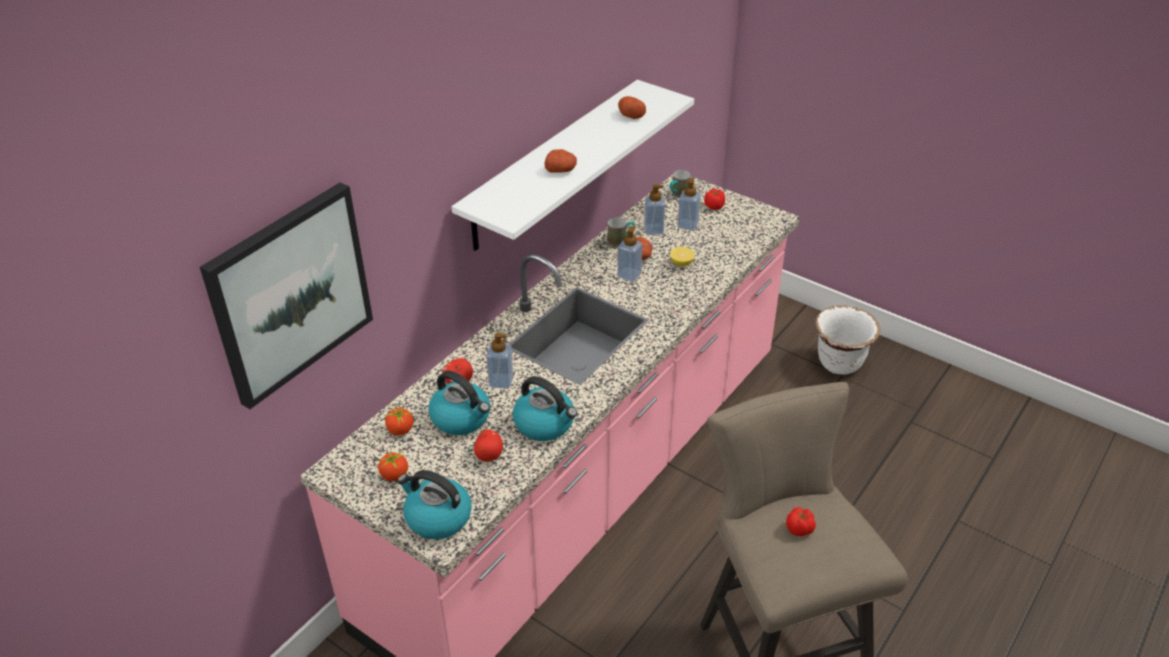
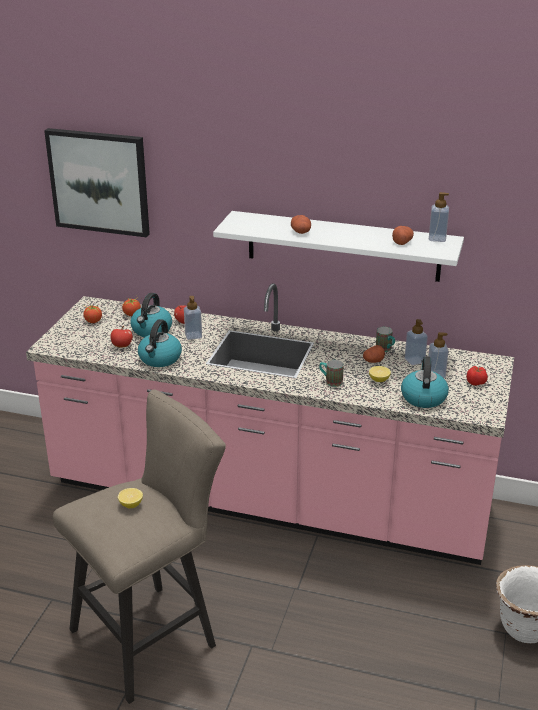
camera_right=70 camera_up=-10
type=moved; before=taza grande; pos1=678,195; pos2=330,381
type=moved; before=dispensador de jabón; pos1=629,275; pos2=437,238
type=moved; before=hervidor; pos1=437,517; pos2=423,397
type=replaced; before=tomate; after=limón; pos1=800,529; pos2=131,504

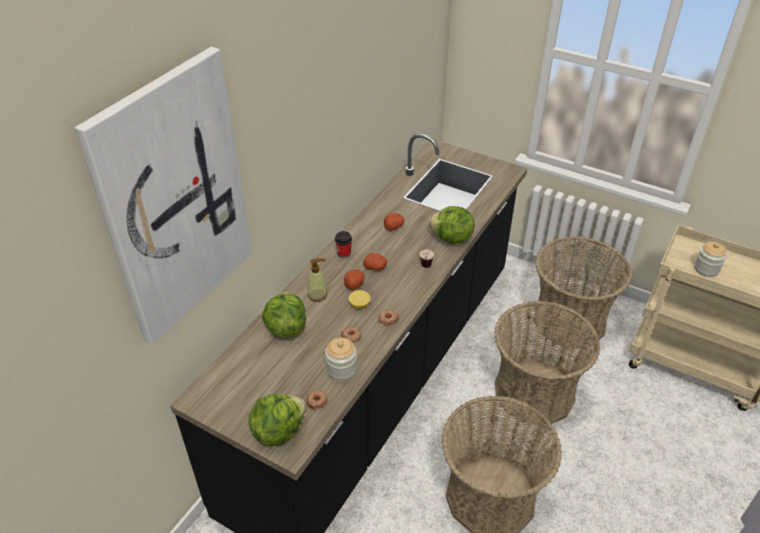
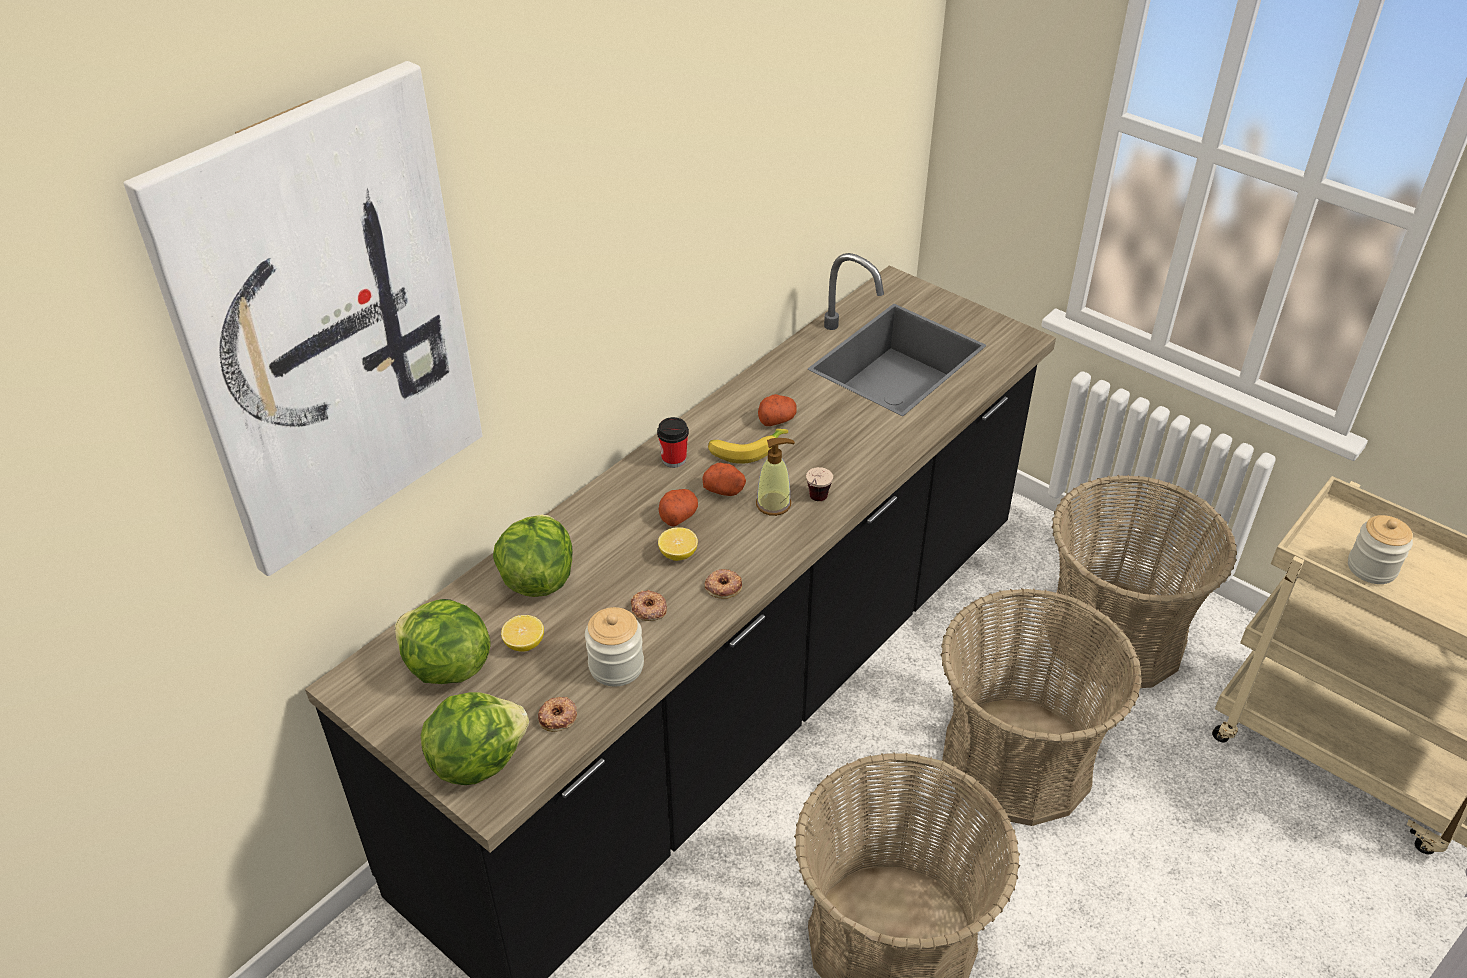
camera_right=10 camera_up=0
type=moved; before=lechuga; pos1=451,239; pos2=446,668
type=moved; before=dispensador de jabón; pos1=317,295; pos2=774,504
type=added; after=plátano; pos2=746,449
type=added; after=limón; pos2=524,644

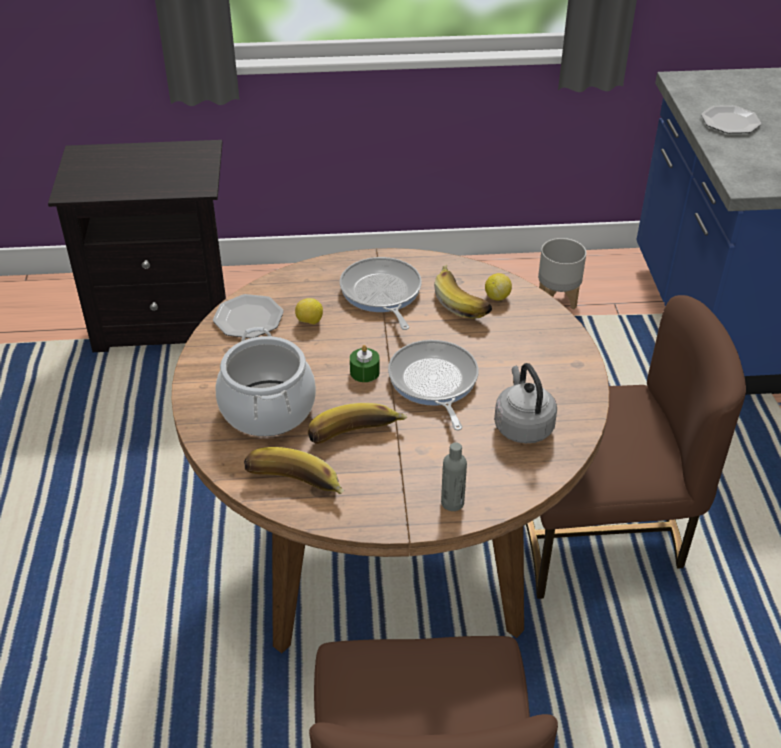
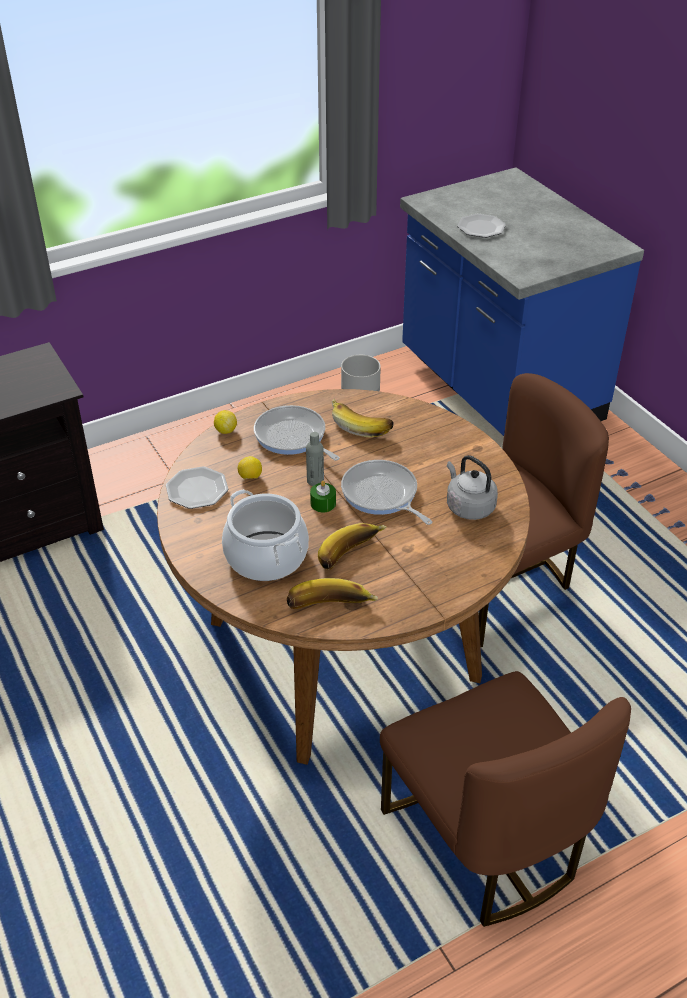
camera_right=-25 camera_up=0
type=moved; before=limón; pos1=497,297; pos2=226,430
type=moved; before=botella/gris; pos1=452,503; pos2=315,481

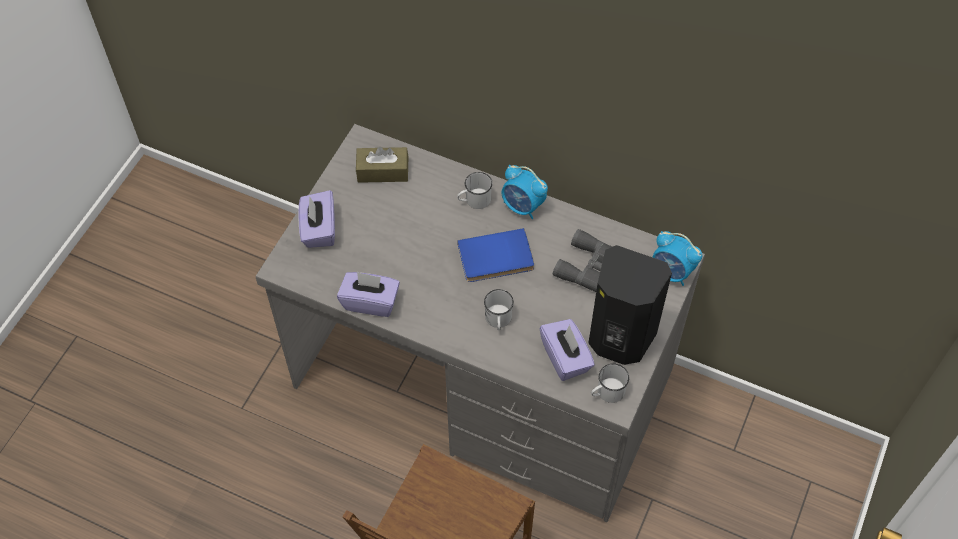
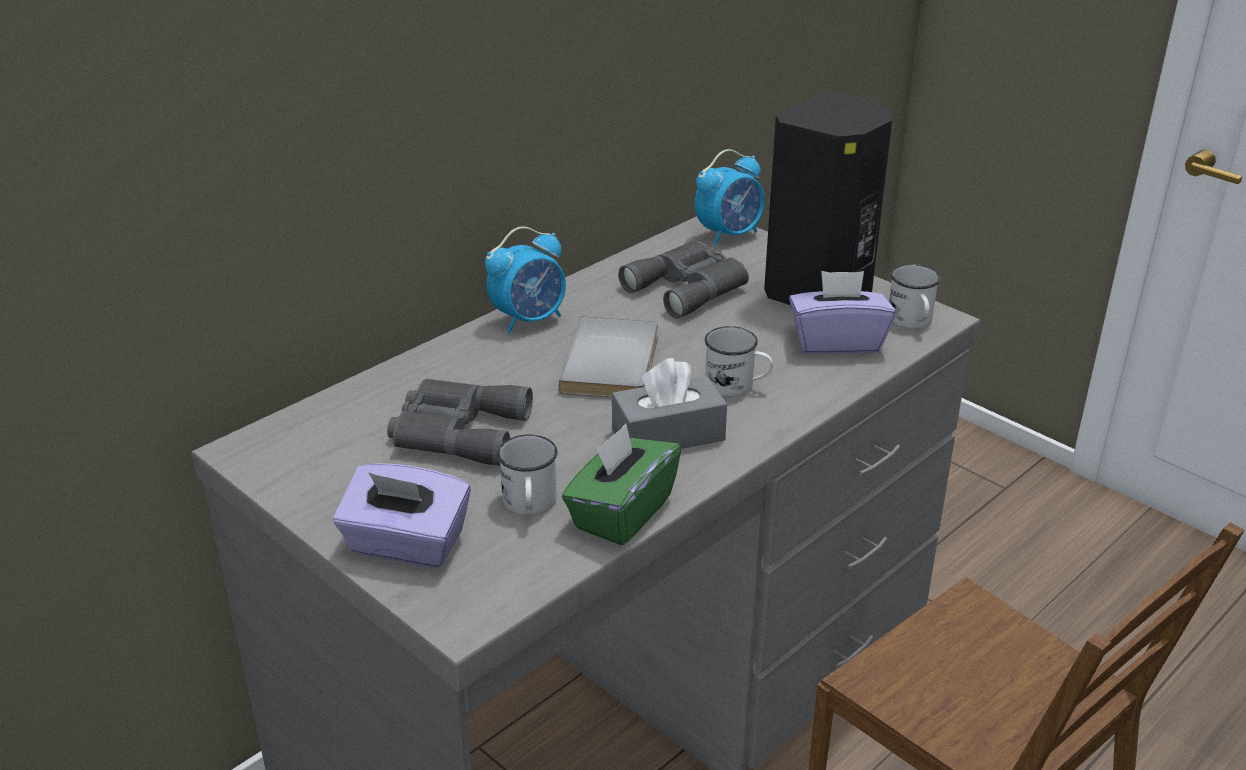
camera_right=-70 camera_up=-25
type=removed; before=caja de pañuelos/marrón; pos1=383,171
type=moved; before=taza grande/blanco; pos1=474,200; pos2=529,505
type=recoloured; before=libro/azul; after=libro/gris; pos1=496,259; pos2=615,363
type=recoloured; before=caja de pañuelos/morado; after=caja de pañuelos/verde; pos1=370,302; pos2=621,513
type=added; after=caja de pañuelos/gris; pos2=668,435
type=added; after=prismáticos/gris; pos2=456,431

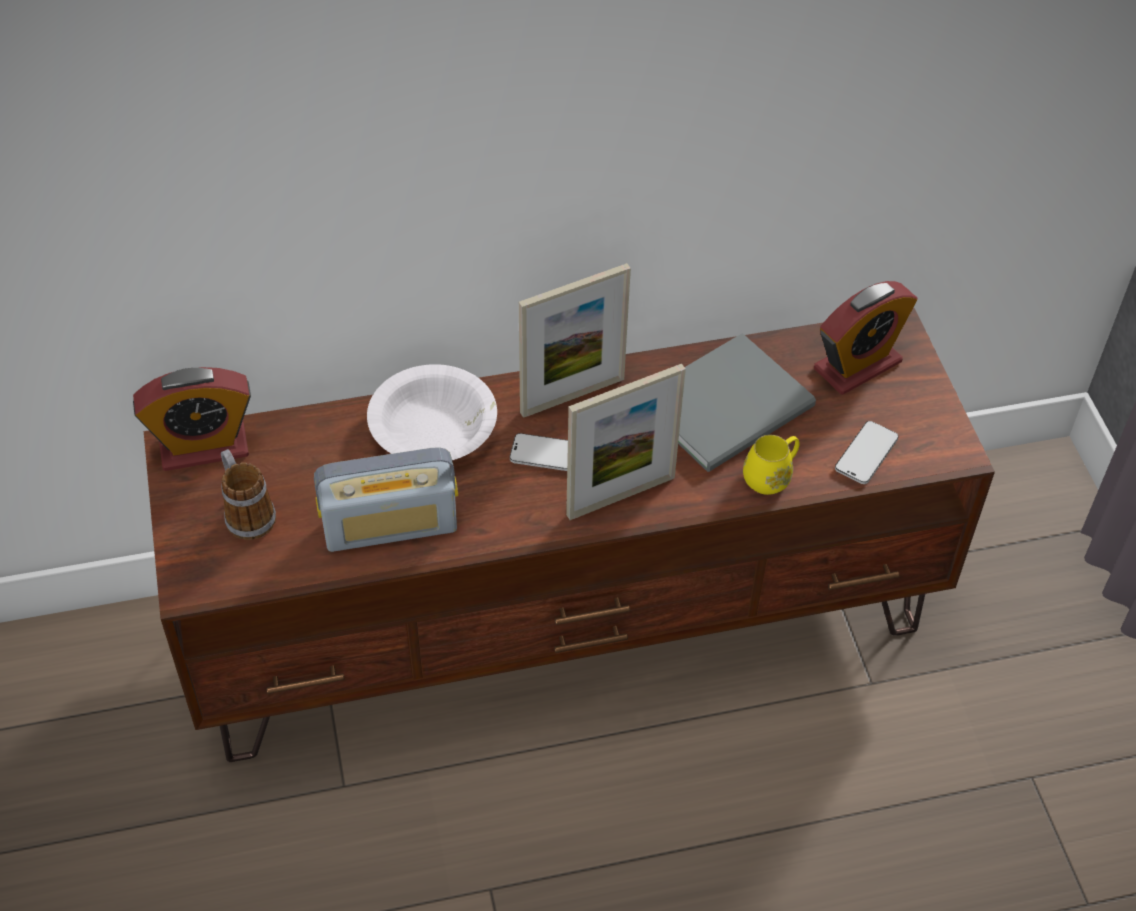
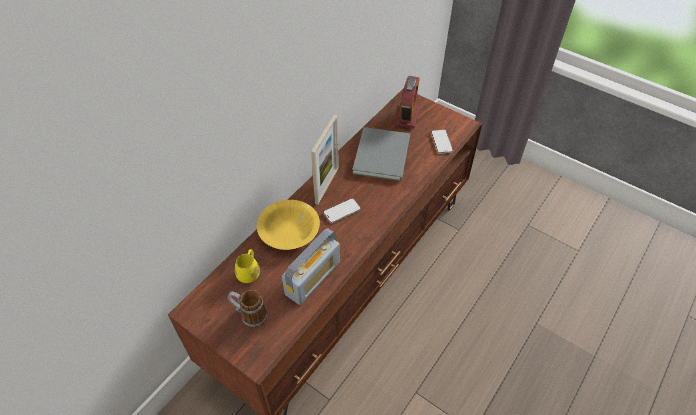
camera_right=-40 camera_up=0
type=recoloured; before=cuenco/blanco; after=cuenco/amarillo; pos1=433,429; pos2=289,231
type=removed; before=portarretratos; pos1=621,496
type=removed; before=despertador; pos1=204,447
type=moved; before=taza grande/amarillo; pos1=771,476; pos2=249,272

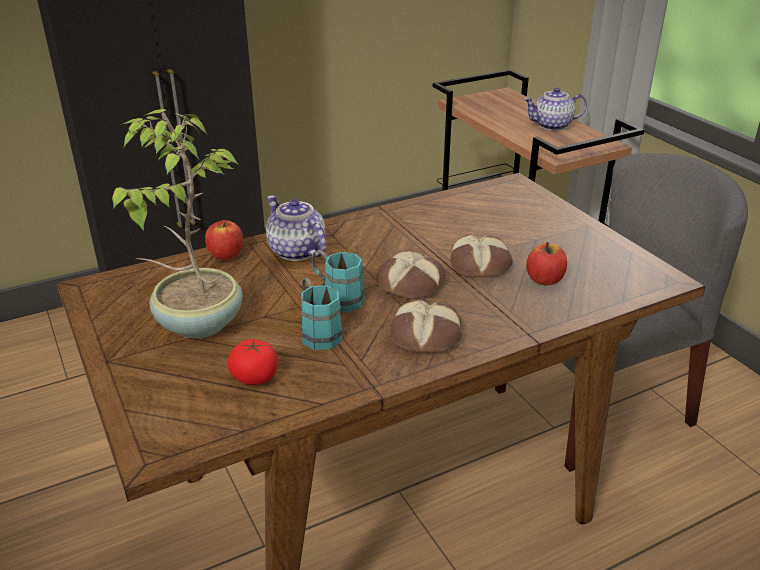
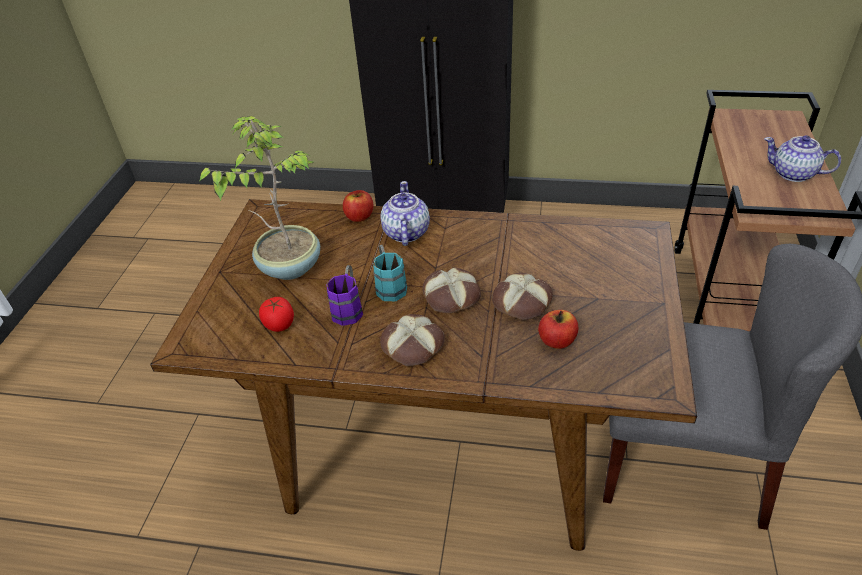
camera_right=40 camera_up=10
type=recoloured; before=taza grande/turquesa; after=taza grande/morado; pos1=317,332; pos2=349,308

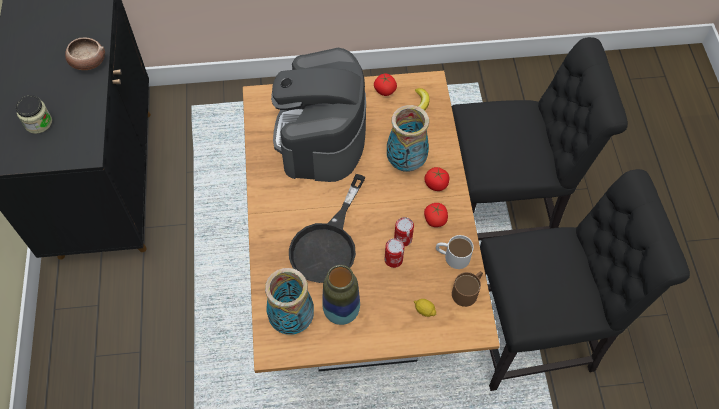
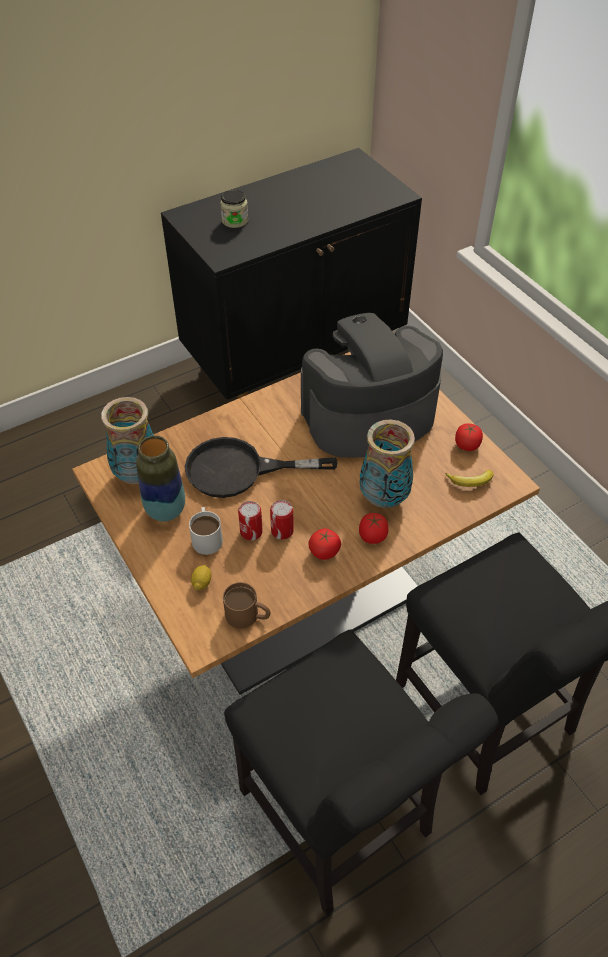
camera_right=65 camera_up=-10
type=removed; before=cuenco; pos1=87,62
type=moved; before=taza grande/blanco; pos1=452,256; pos2=206,536

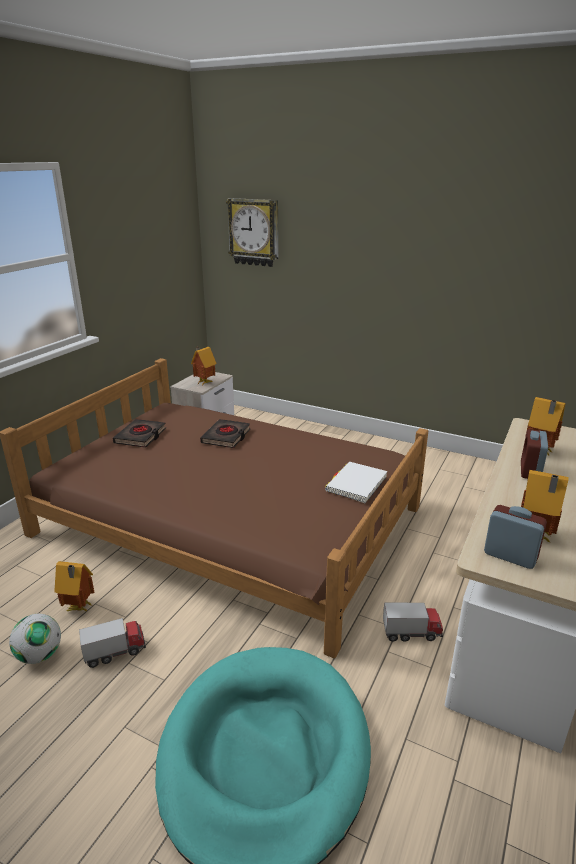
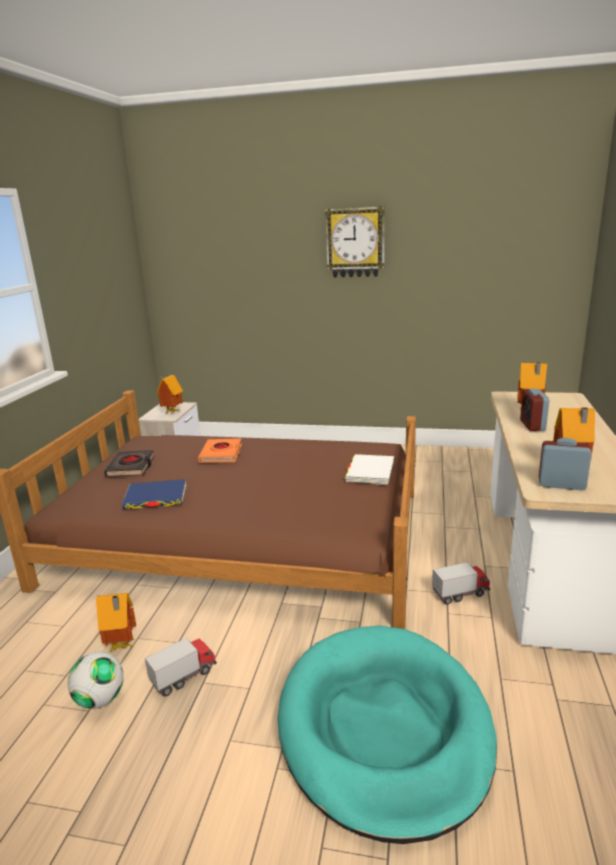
camera_right=-15 camera_up=-5
type=moved; before=reloj de pared; pos1=254,232; pos2=355,242
type=recoloured; before=libro/negro; after=libro/naranja; pos1=226,437; pos2=221,454
type=added; after=libro/azul; pos2=156,498

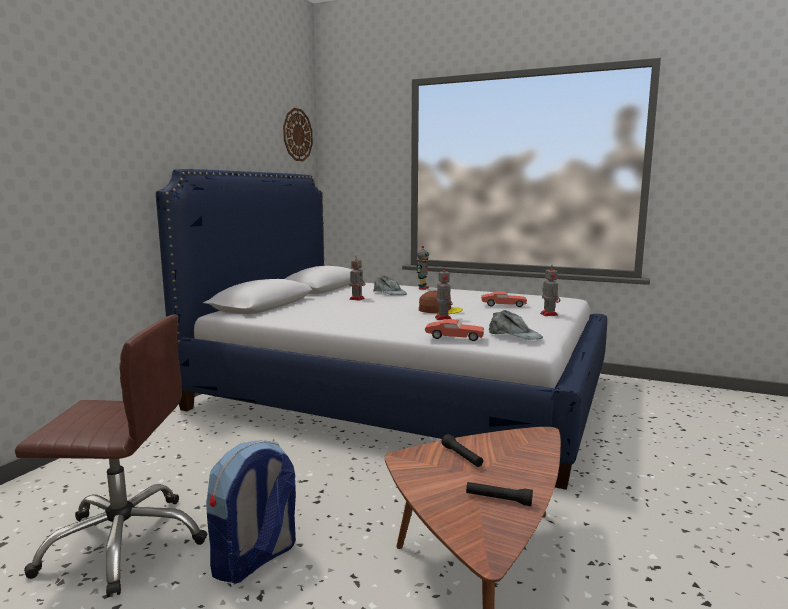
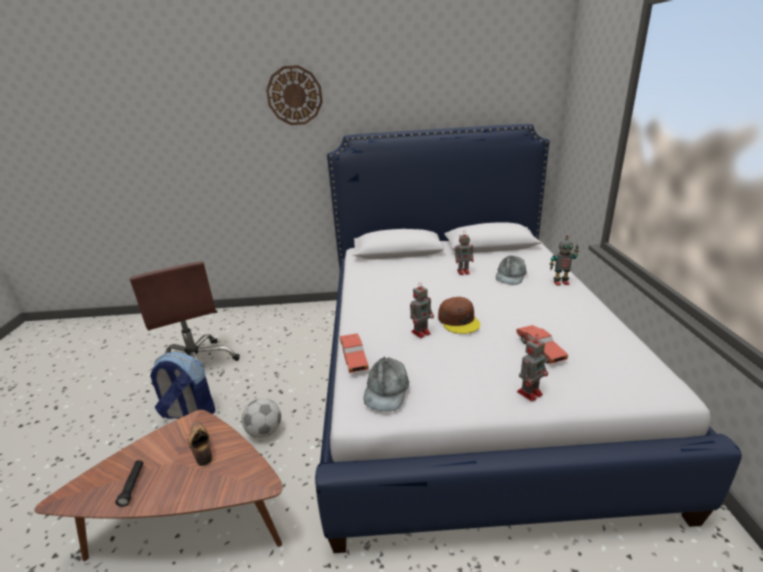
camera_right=65 camera_up=15
type=moved; before=reloj de pared; pos1=297,135; pos2=294,95
type=replaced; before=linterna/negro; after=zapato; pos1=462,457; pos2=201,447
type=added; after=balón de fútbol; pos2=264,431

